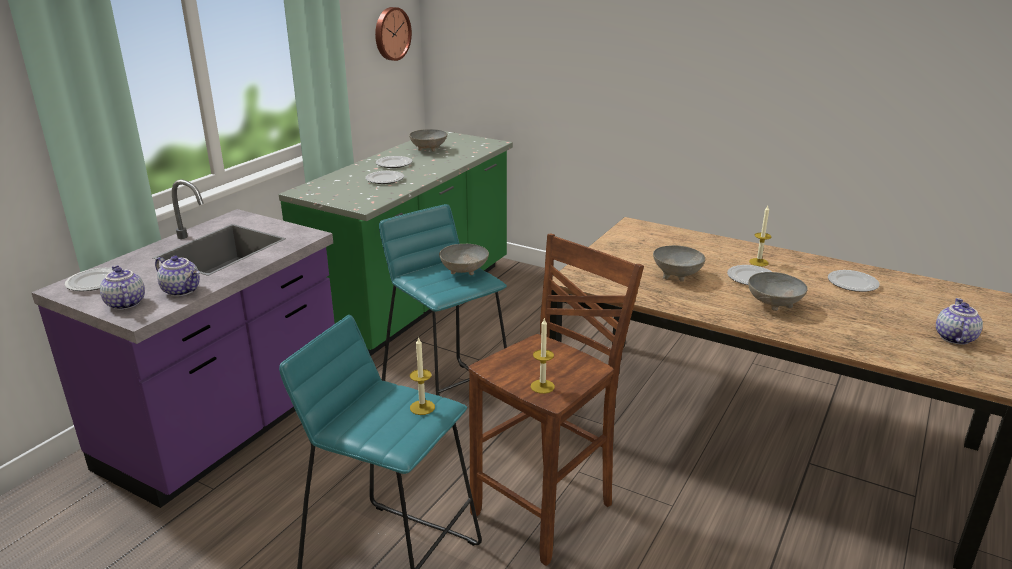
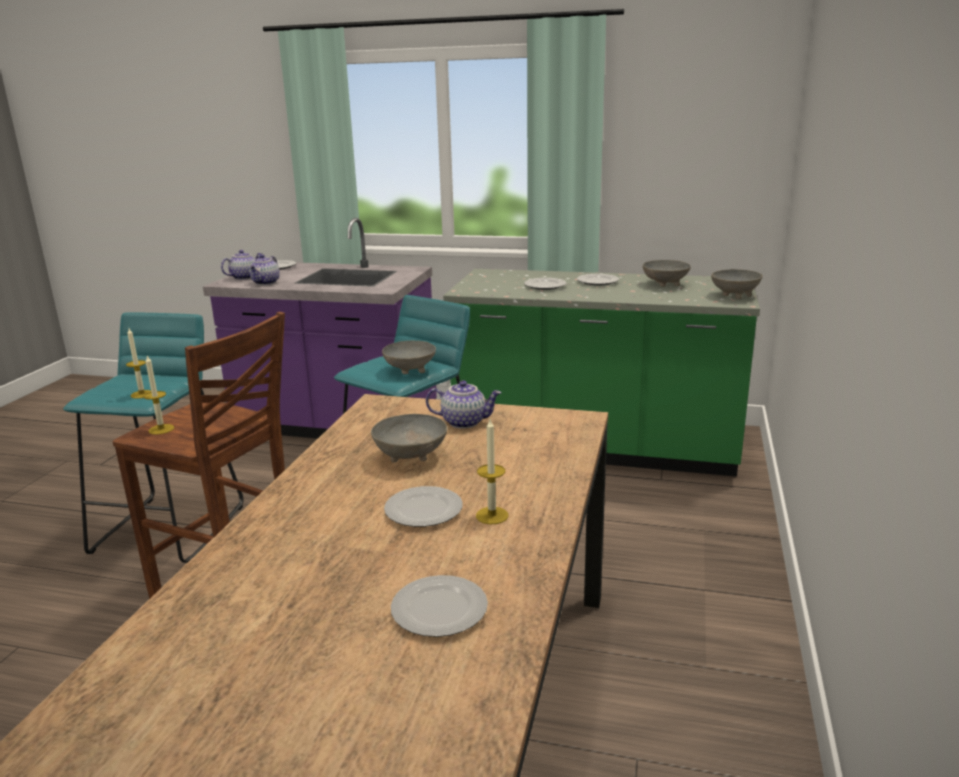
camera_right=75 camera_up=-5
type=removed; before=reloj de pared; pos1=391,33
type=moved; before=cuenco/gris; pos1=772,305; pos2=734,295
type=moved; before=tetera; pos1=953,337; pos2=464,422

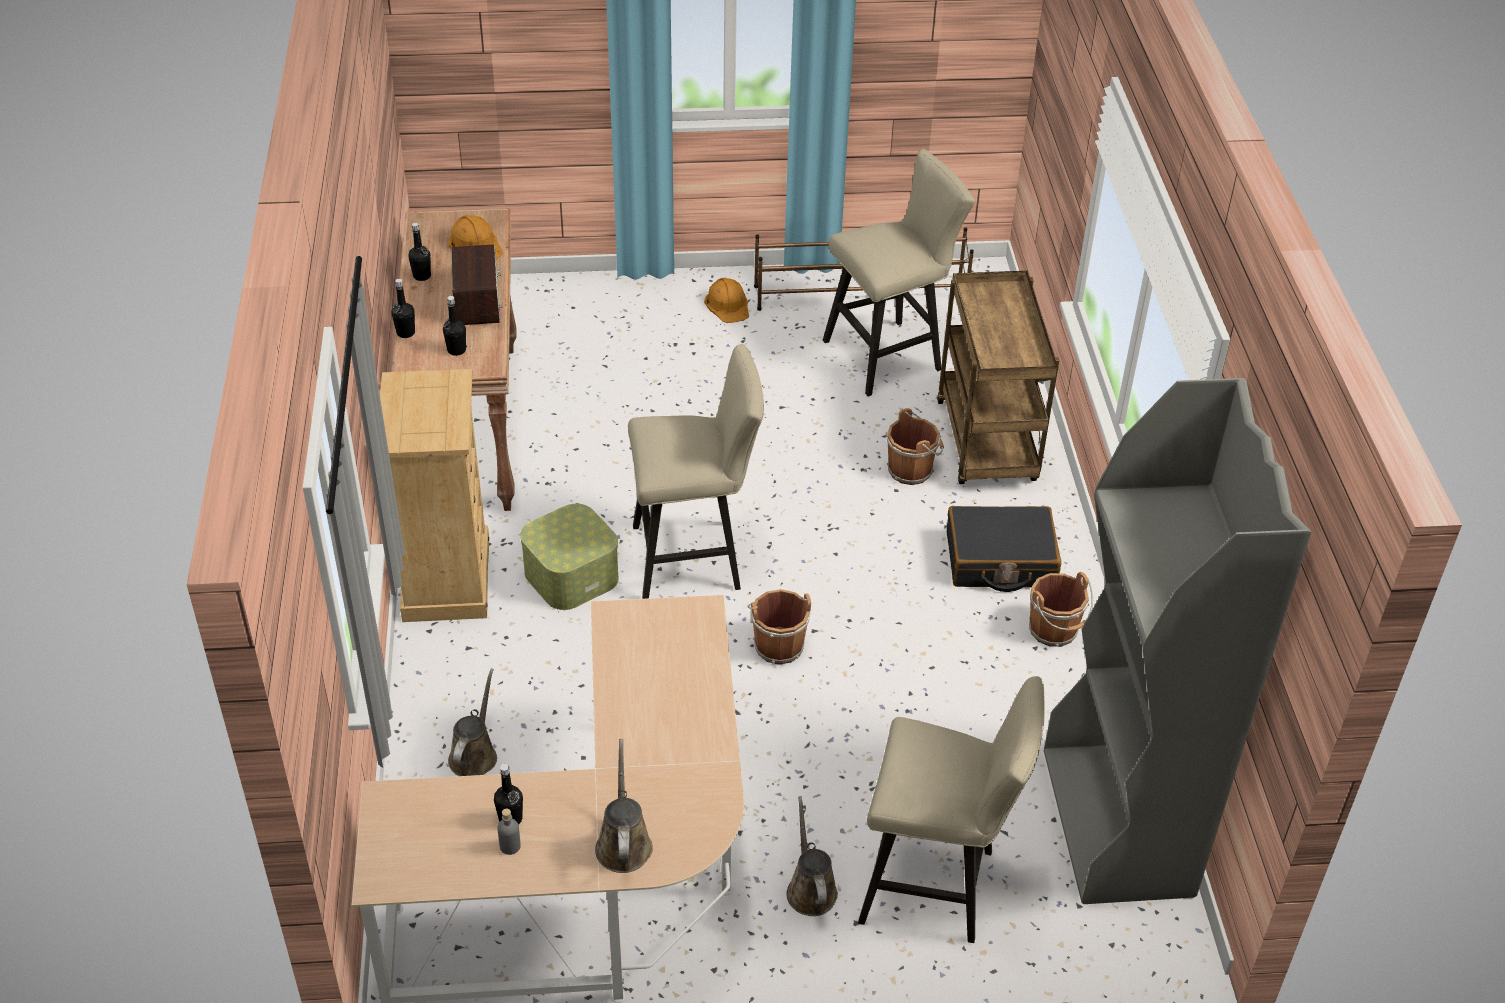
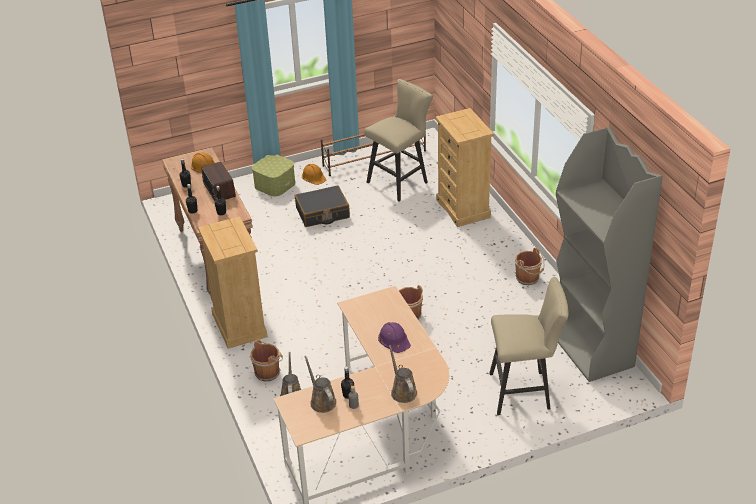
camera_right=-15 camera_up=-5
type=replaced; before=carrito/marrón; after=cómoda/beis; pos1=988,444; pos2=463,209
type=removed; before=taburete/beis; pos1=695,558
type=moved; before=cubo/marrón; pos1=912,469; pos2=268,372
type=moved; before=caja de almacenaje; pos1=571,575; pos2=274,184
type=moved; before=maleta/negro; pos1=1000,560; pos2=322,213
type=moved; before=regadera/marrón; pos1=810,889; pos2=321,401
type=added; after=casco/morado; pos2=394,339

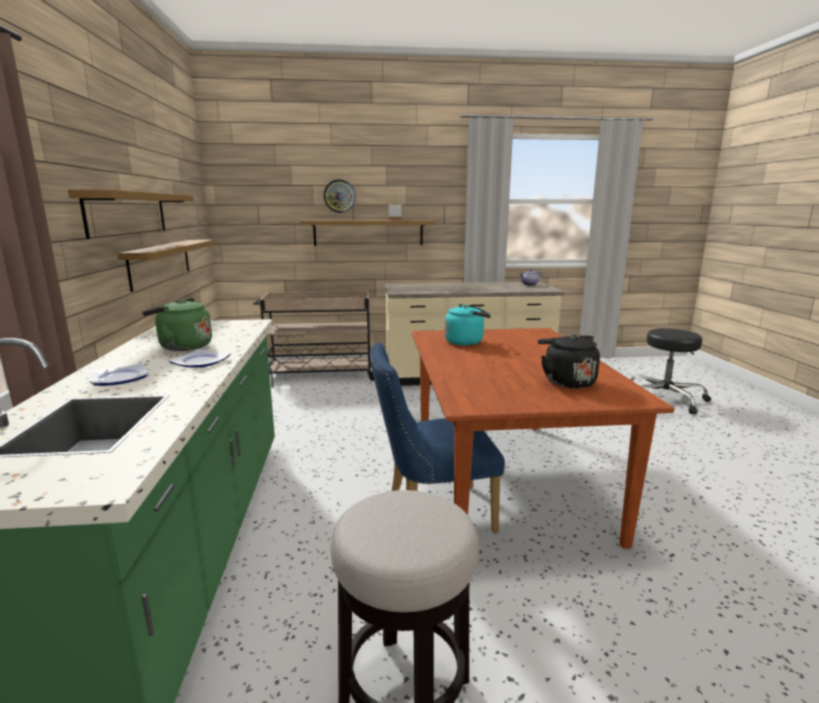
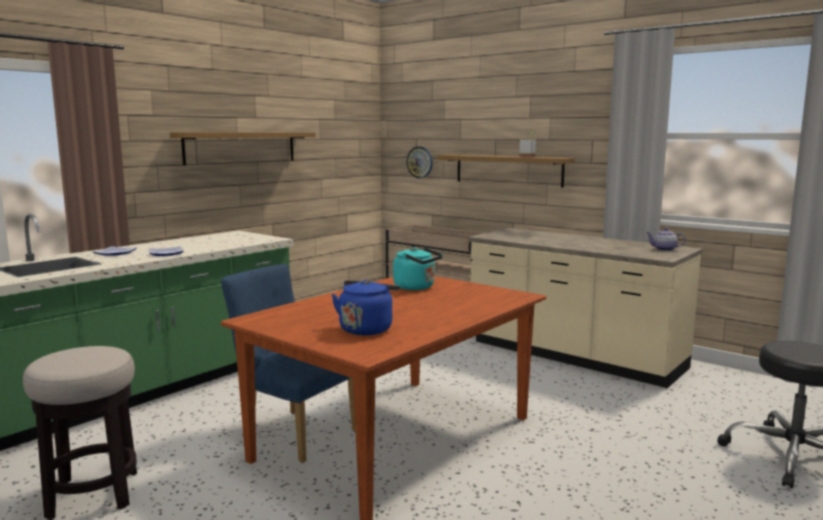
camera_right=45 camera_up=-5
type=moved; before=reloj de pared; pos1=339,196; pos2=420,162
type=removed; before=estante; pos1=161,262
type=removed; before=hervidor/verde; pos1=182,347
type=recoloured; before=hervidor/negro; after=hervidor/azul; pos1=566,381; pos2=367,329

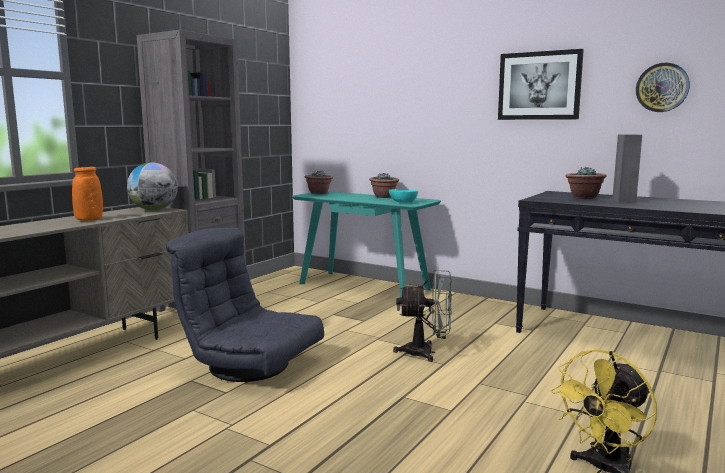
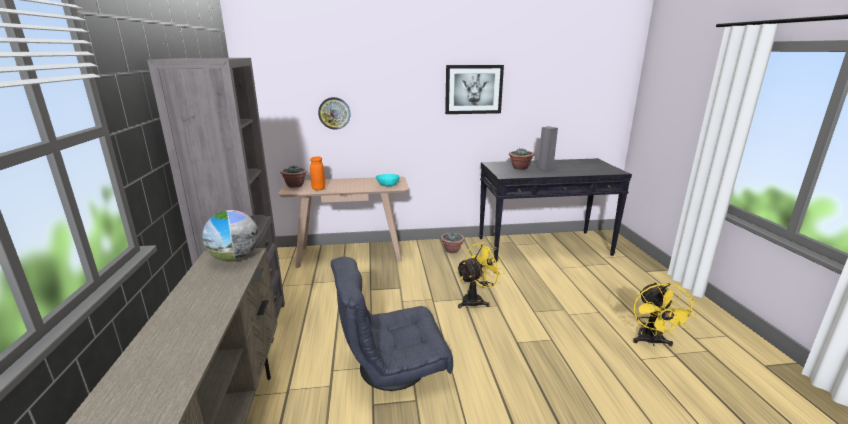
camera_right=-40 camera_up=10
type=moved; before=reloj de pared; pos1=662,87; pos2=334,113
type=moved; before=florero/naranja; pos1=89,220; pos2=318,189
type=moved; before=planta en maceta; pos1=384,197; pos2=452,250
type=recoloured; before=mesa consola/turquesa; after=mesa consola/beis; pos1=364,286; pos2=350,254
type=recoloured; before=ventilador/gris; after=ventilador/amarillo; pos1=426,352; pos2=476,300

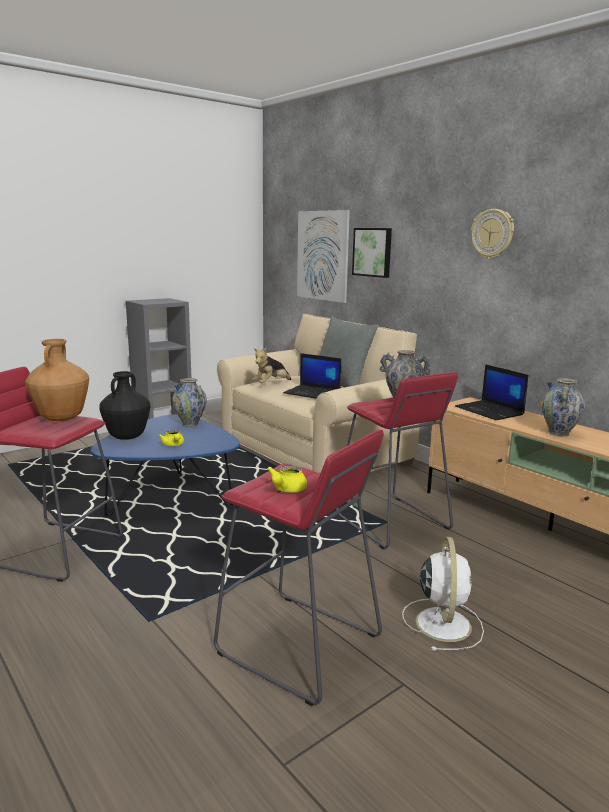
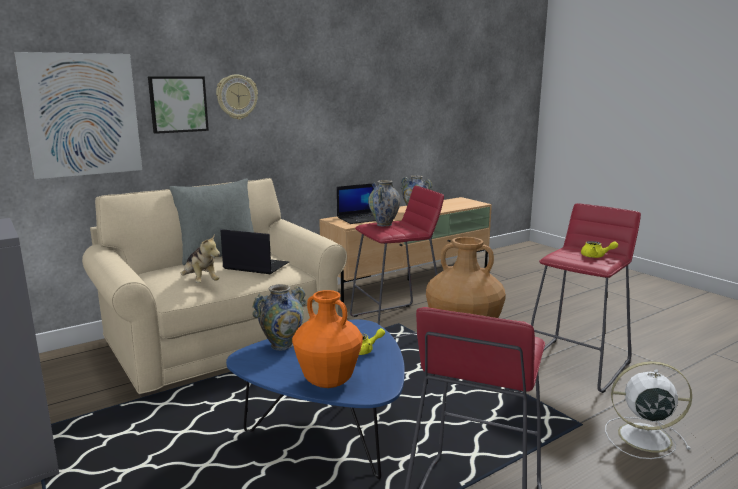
camera_right=-85 camera_up=0
type=moved; before=reloj de pared; pos1=492,234; pos2=236,97
type=turned; before=portátil; pos1=313,393; pos2=255,266; turn=-105
type=recoloured; before=florero/negro; after=florero/naranja; pos1=127,437; pos2=329,382
type=moved; before=ventilador/blanco; pos1=442,622; pos2=642,437

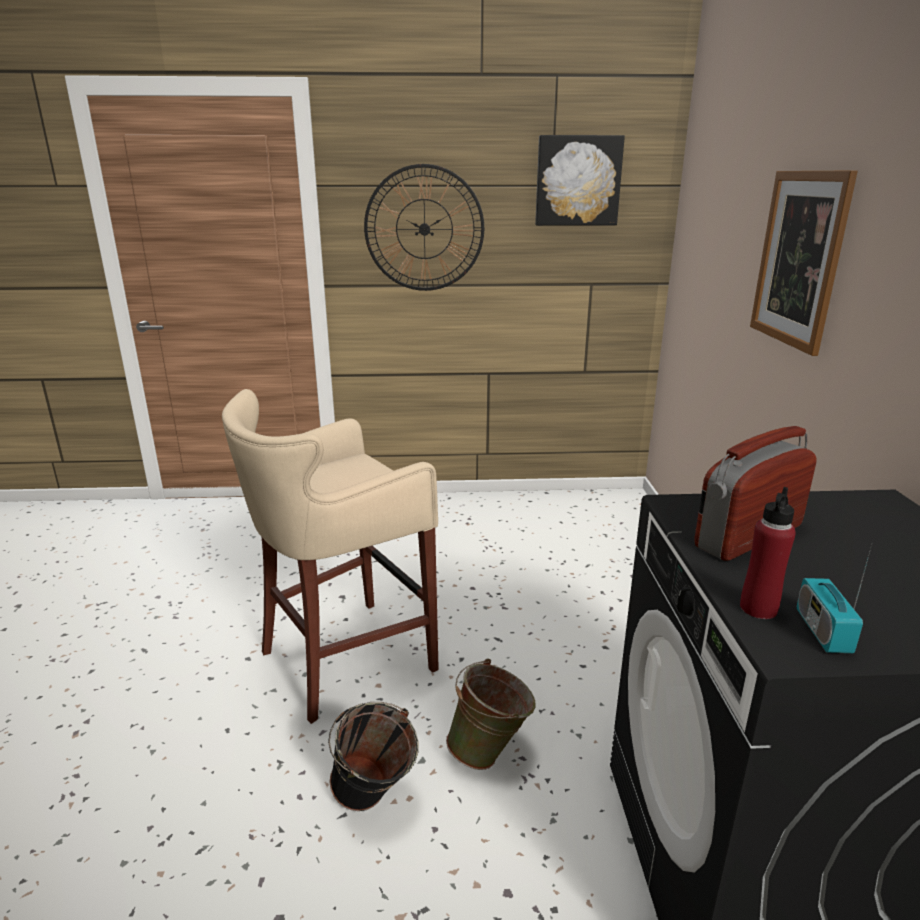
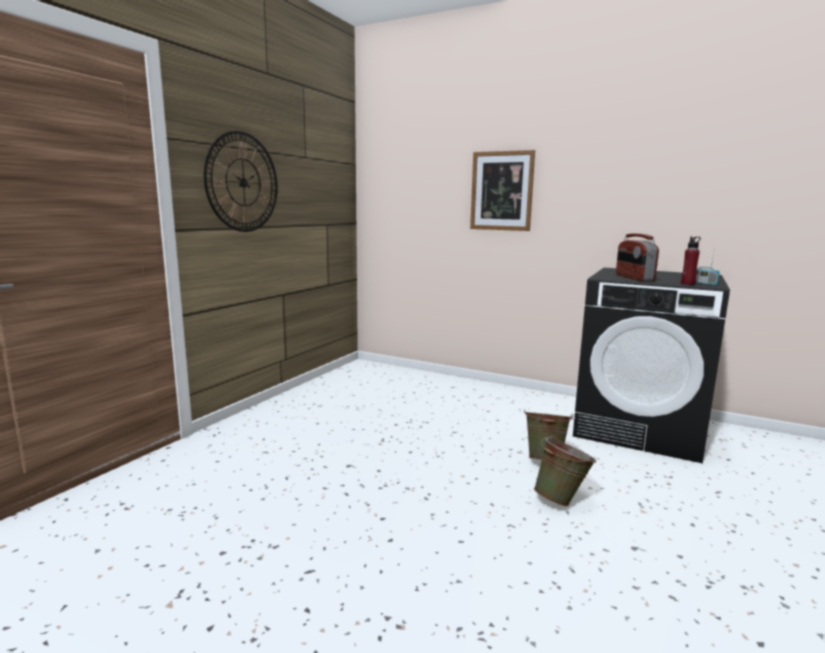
camera_right=-60 camera_up=-10
type=removed; before=cuadro; pos1=577,181
type=removed; before=taburete/beis; pos1=342,660
type=recoloured; before=cubo/negro; after=cubo/verde; pos1=374,801; pos2=562,500

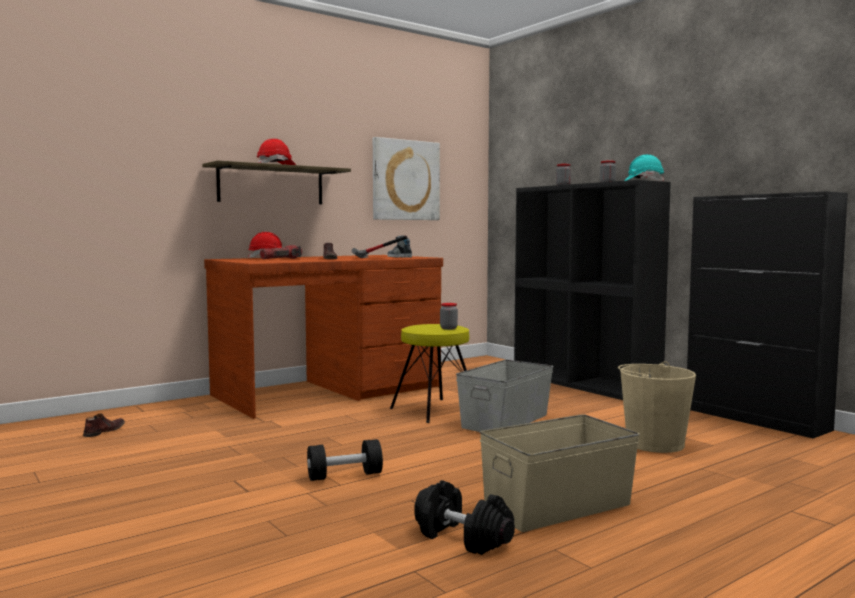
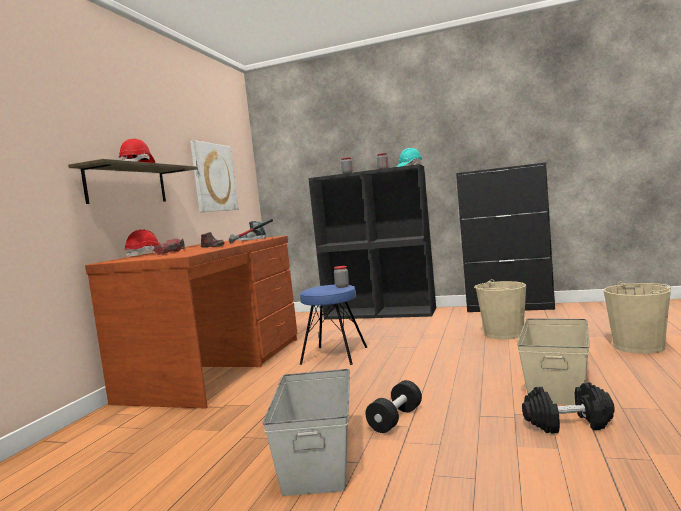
camera_right=-35 camera_up=0
type=recoloured; before=taburete/amarillo; after=taburete/azul; pos1=435,410; pos2=334,355
type=moved; before=caja de almacenaje/gris; pos1=504,421; pos2=317,458
type=removed; before=zapato/marrón; pos1=103,431
type=added; after=cubo/beis; pos2=639,346

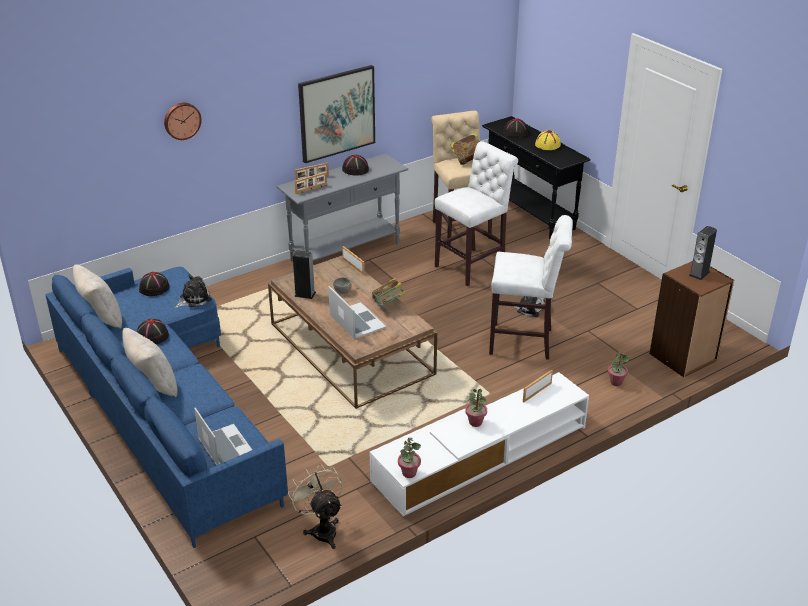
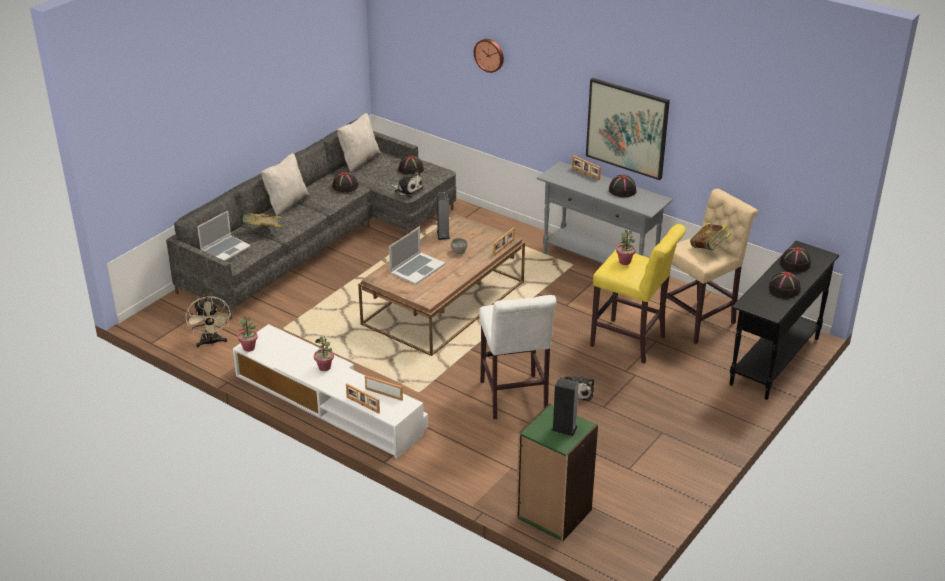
camera_right=70 camera_up=0
type=recoloured; before=sombrero/amarillo; after=sombrero/negro; pos1=547,145; pos2=784,289
type=recoloured; before=taburete/blanco; after=taburete/amarillo; pos1=473,266; pos2=631,343
type=moved; before=portarretratos; pos1=311,189; pos2=362,405
type=recoloured; before=estantería/marrón; after=estantería/verde; pos1=683,357; pos2=553,514
type=recoloured; before=sofá/azul; after=sofá/gris; pos1=166,407; pos2=321,239
type=moved; before=libro; pos1=389,304; pos2=262,231
type=moved; before=planta en maceta; pos1=616,382; pos2=624,261
type=turned; before=ventilador/beis; pos1=322,529; pos2=211,342; turn=120

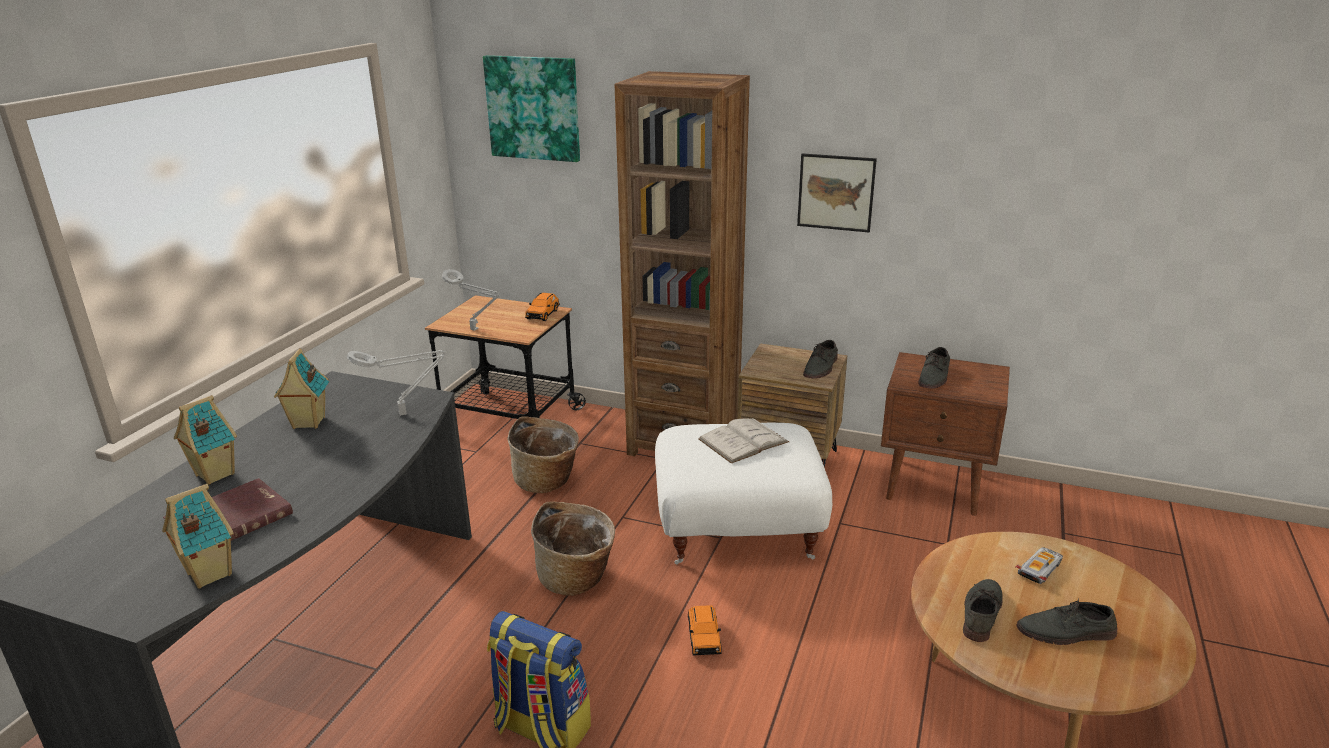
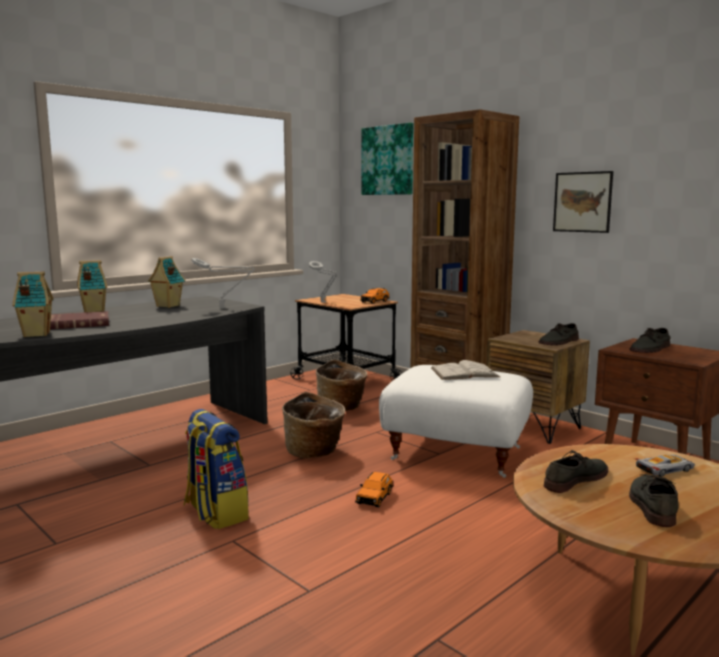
camera_right=25 camera_up=-15
type=turned; before=zapato/gris; pos1=1066,633; pos2=651,505; turn=75

